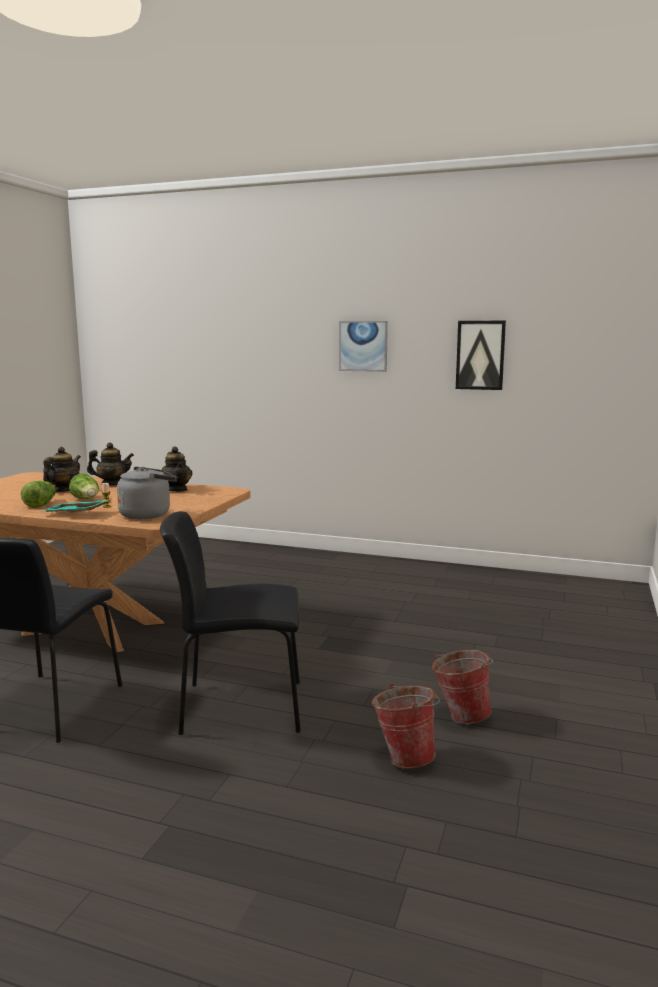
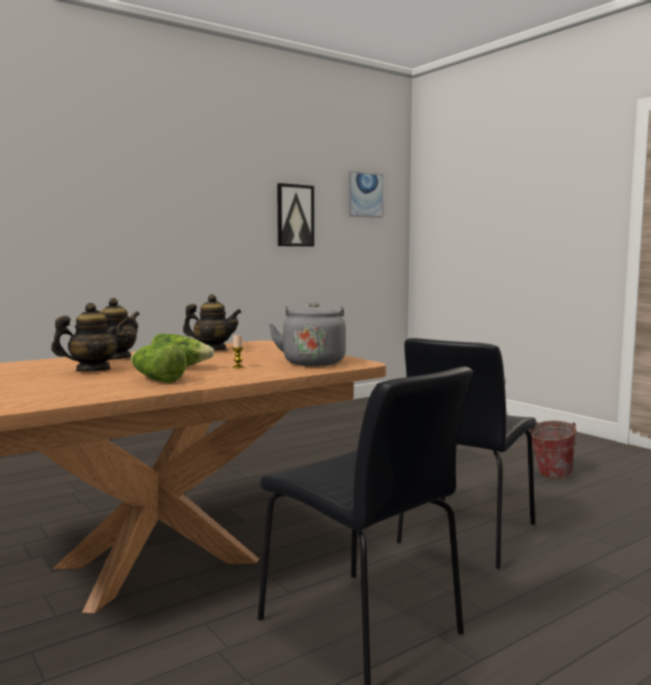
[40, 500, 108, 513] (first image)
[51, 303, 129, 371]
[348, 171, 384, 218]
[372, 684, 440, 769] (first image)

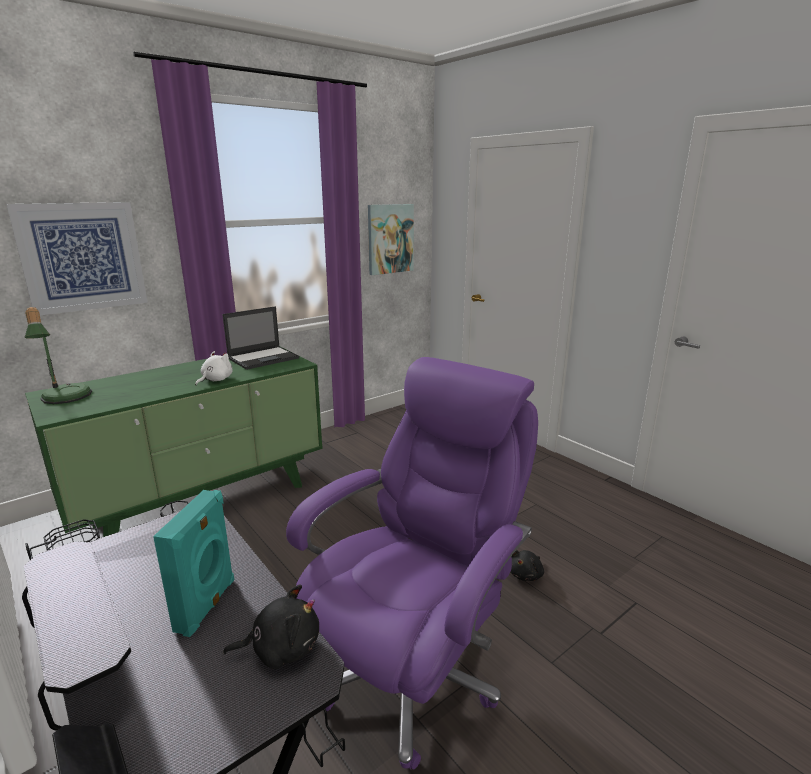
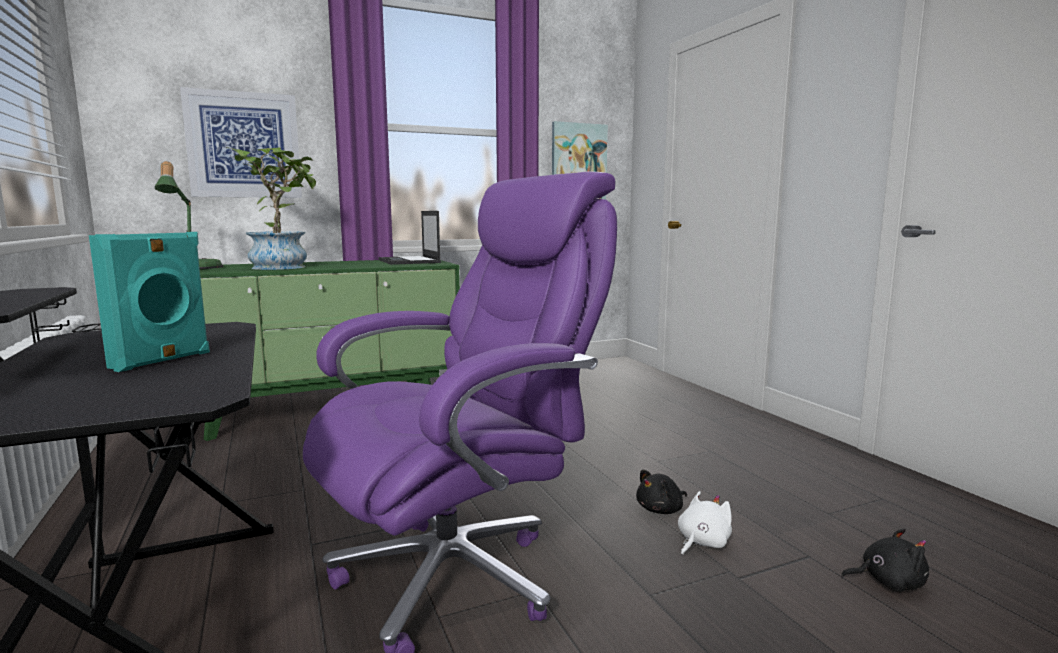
[678, 491, 732, 556]
[378, 211, 441, 265]
[841, 529, 929, 592]
[226, 147, 316, 270]

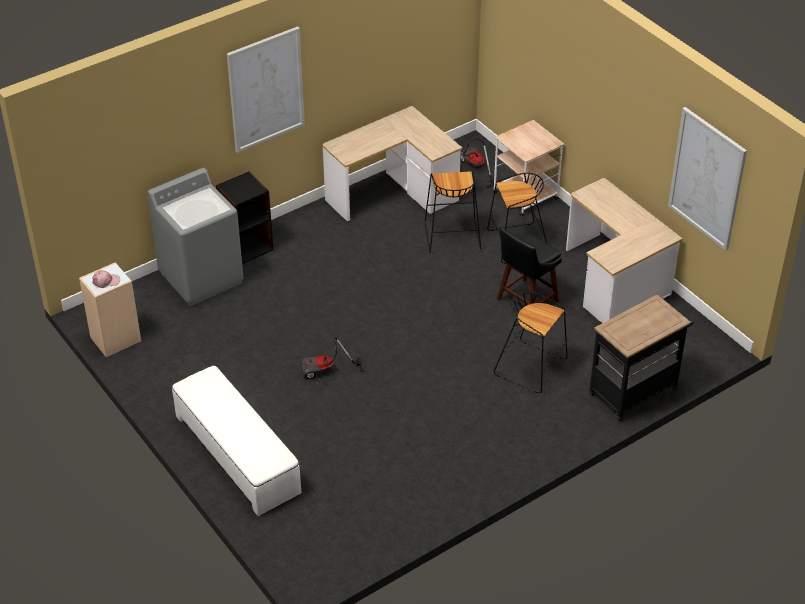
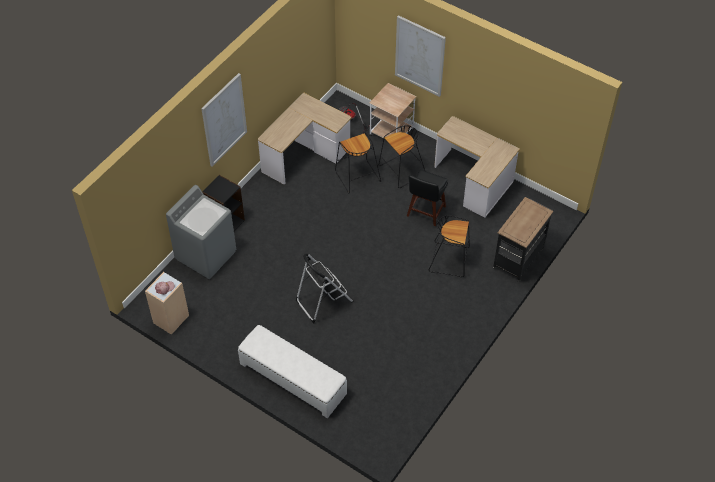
[296, 254, 353, 323]
[395, 15, 446, 97]

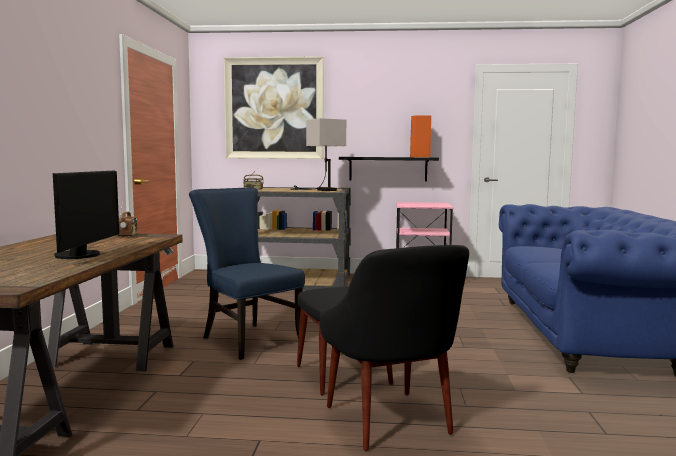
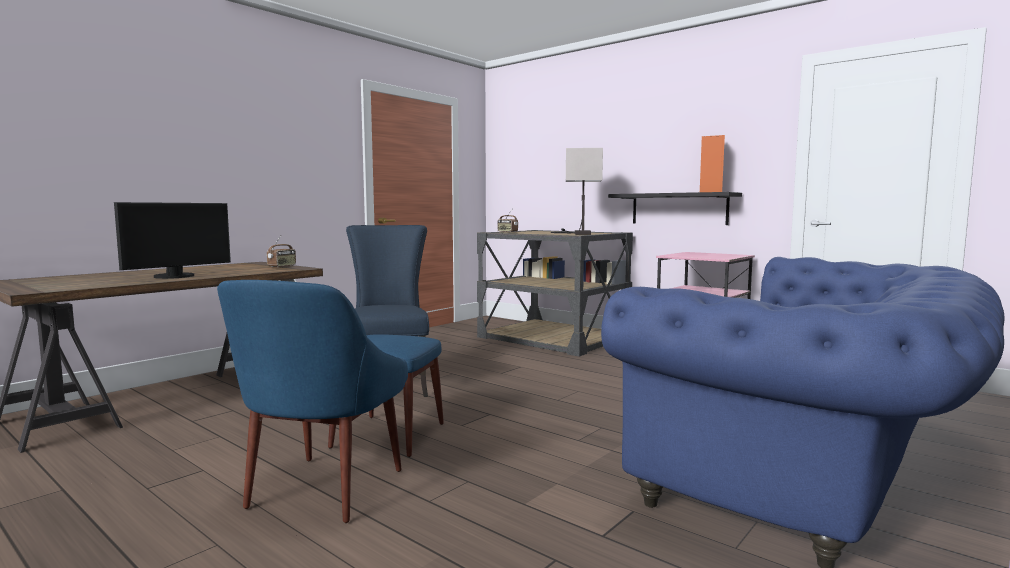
[224, 56, 324, 159] (first image)
[217, 280, 444, 523]

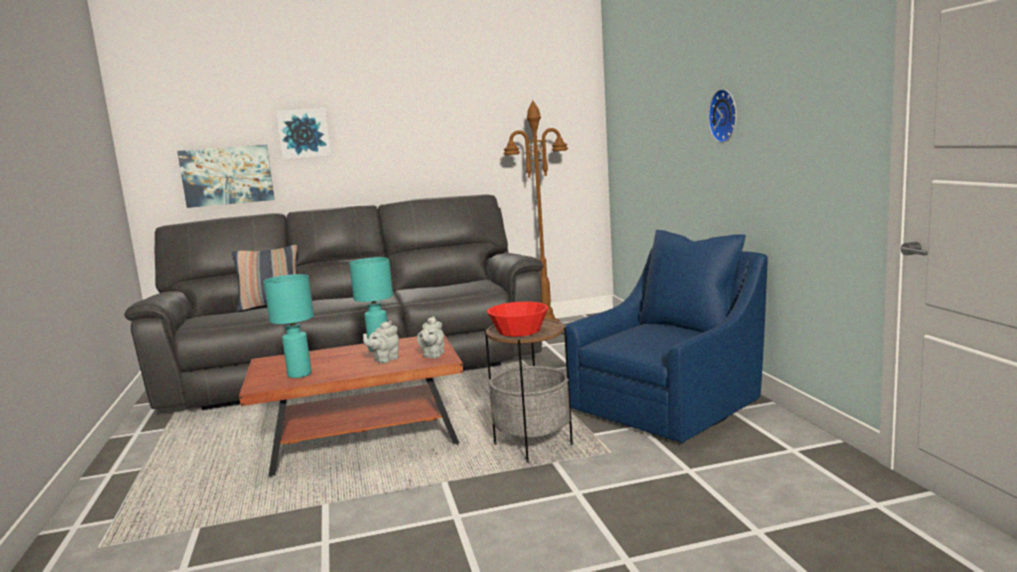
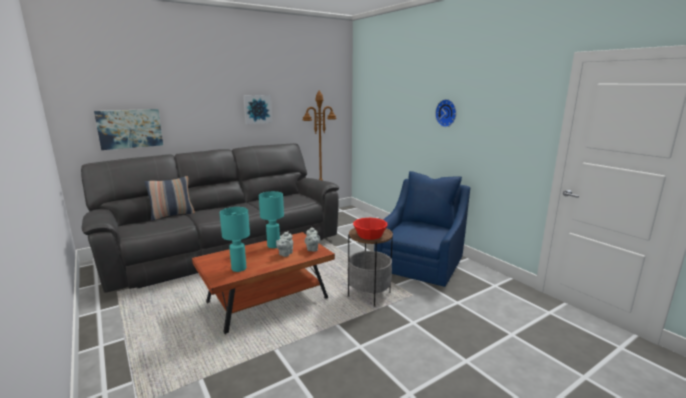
[243, 95, 272, 124]

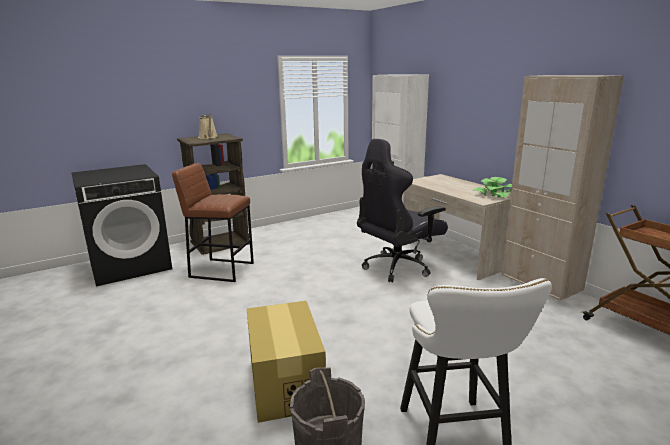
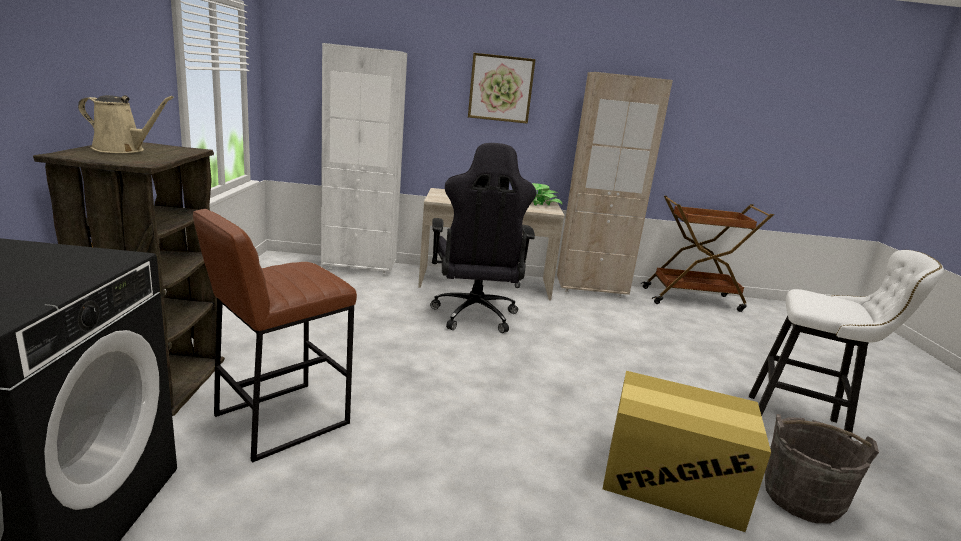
[468, 53, 536, 124]

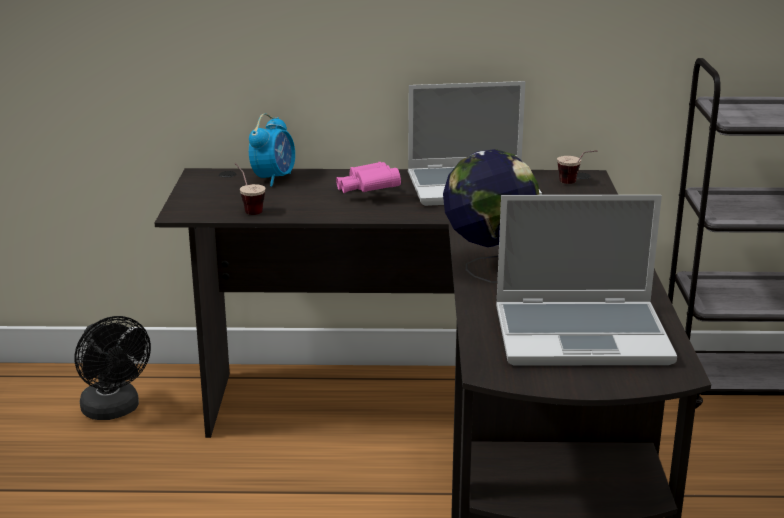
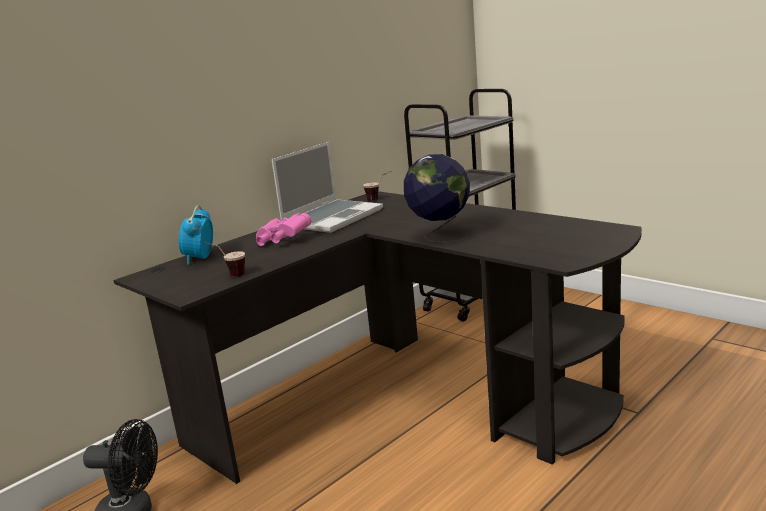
[179, 205, 213, 265]
[496, 195, 677, 366] (first image)

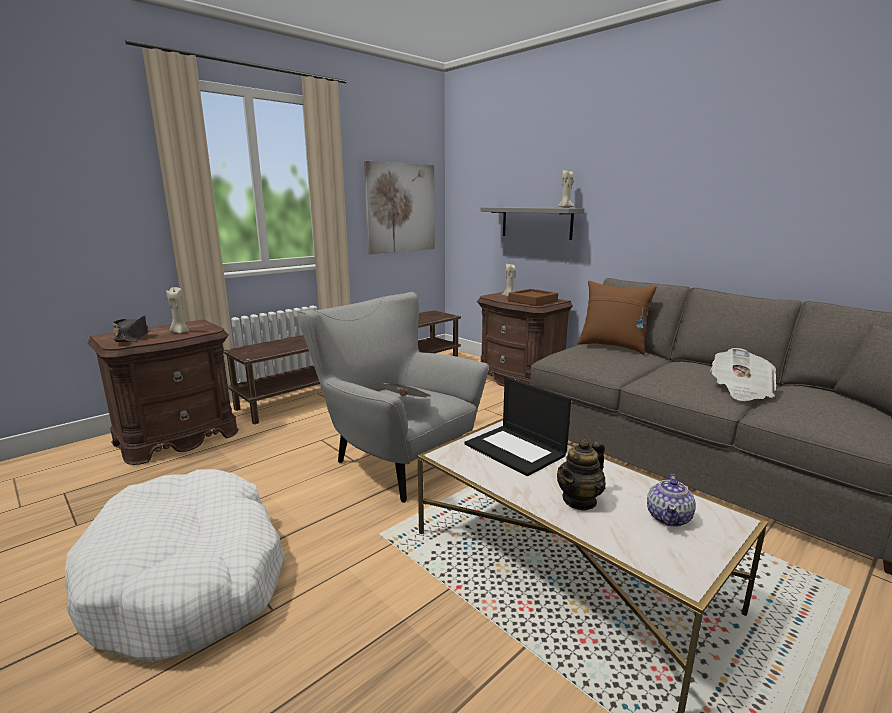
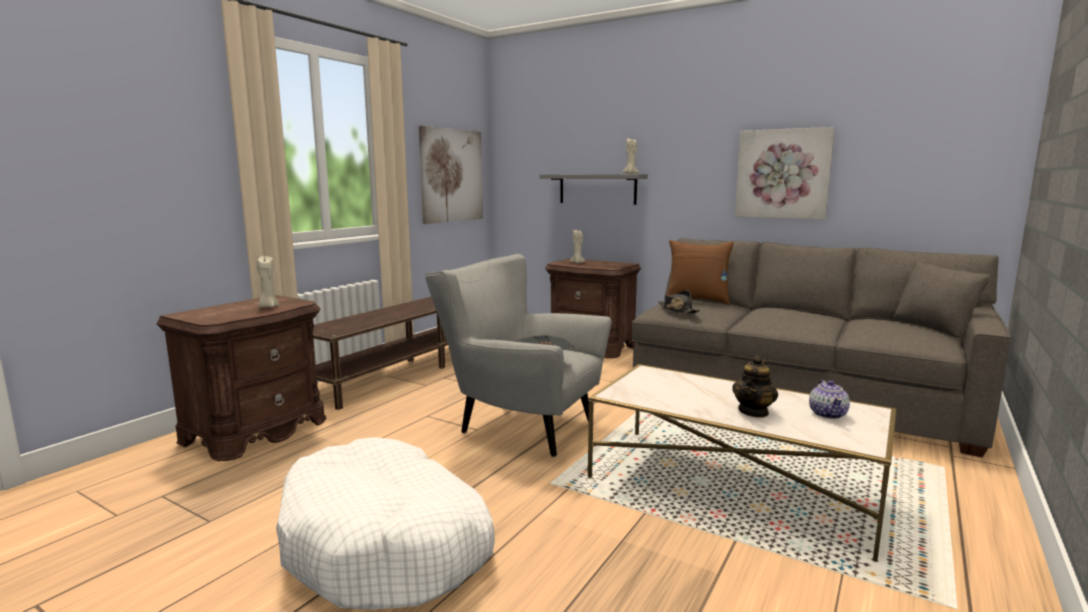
[658, 290, 700, 314]
[465, 377, 571, 476] (first image)
[508, 289, 558, 306] (first image)
[710, 348, 776, 401] (first image)
[735, 127, 835, 220]

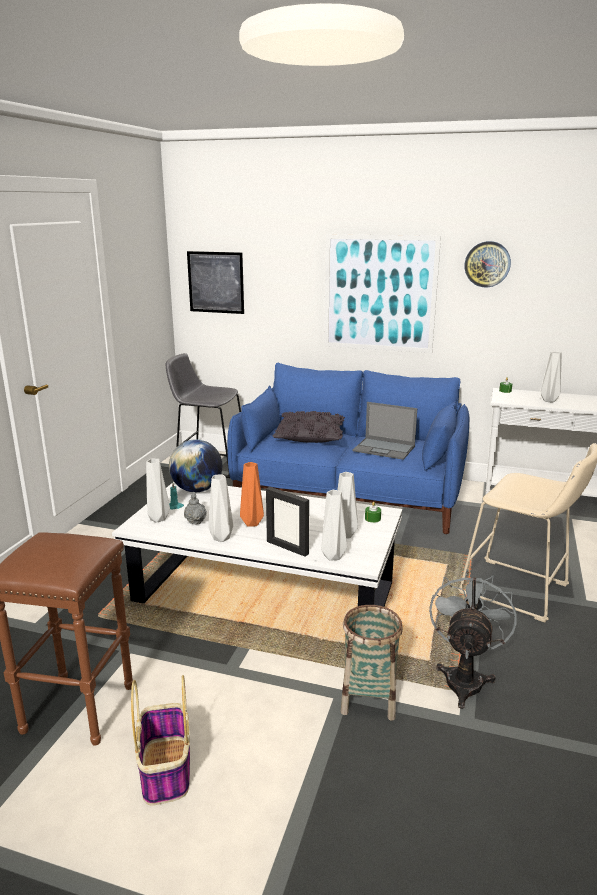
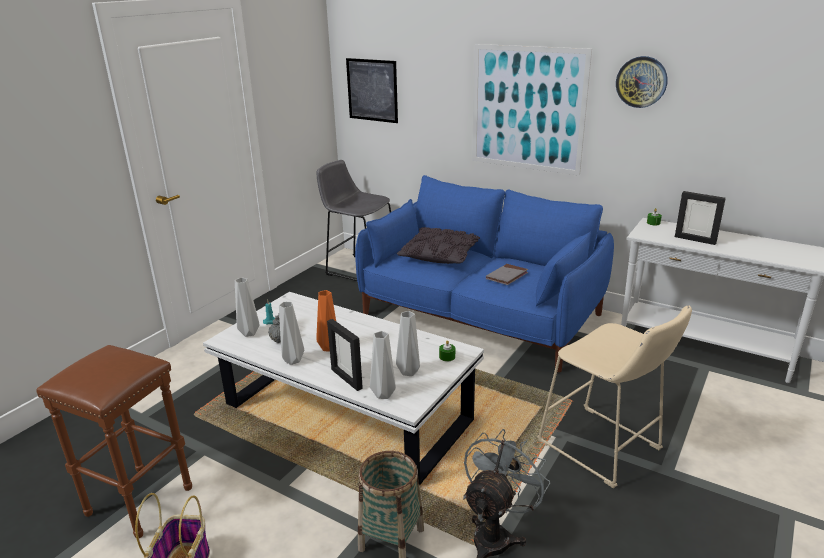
[169, 439, 222, 492] (first image)
[486, 264, 528, 285]
[675, 191, 726, 245]

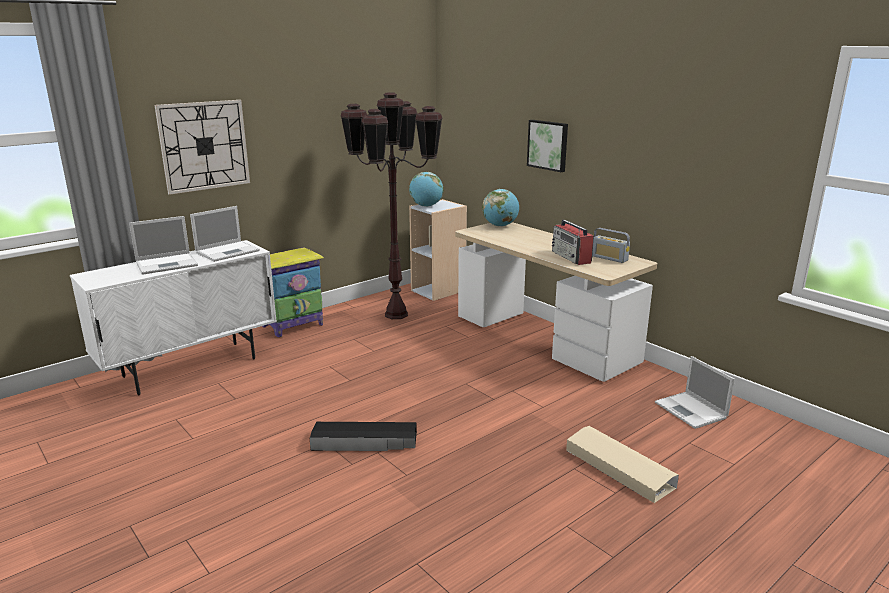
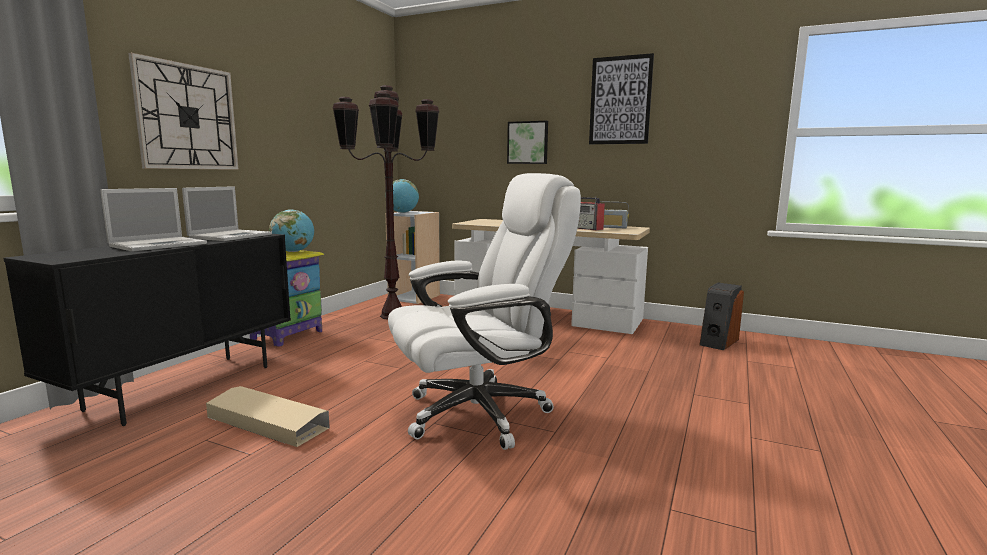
[3, 234, 291, 426]
[388, 173, 581, 450]
[269, 209, 314, 252]
[206, 386, 330, 447]
[700, 283, 744, 350]
[589, 53, 654, 144]

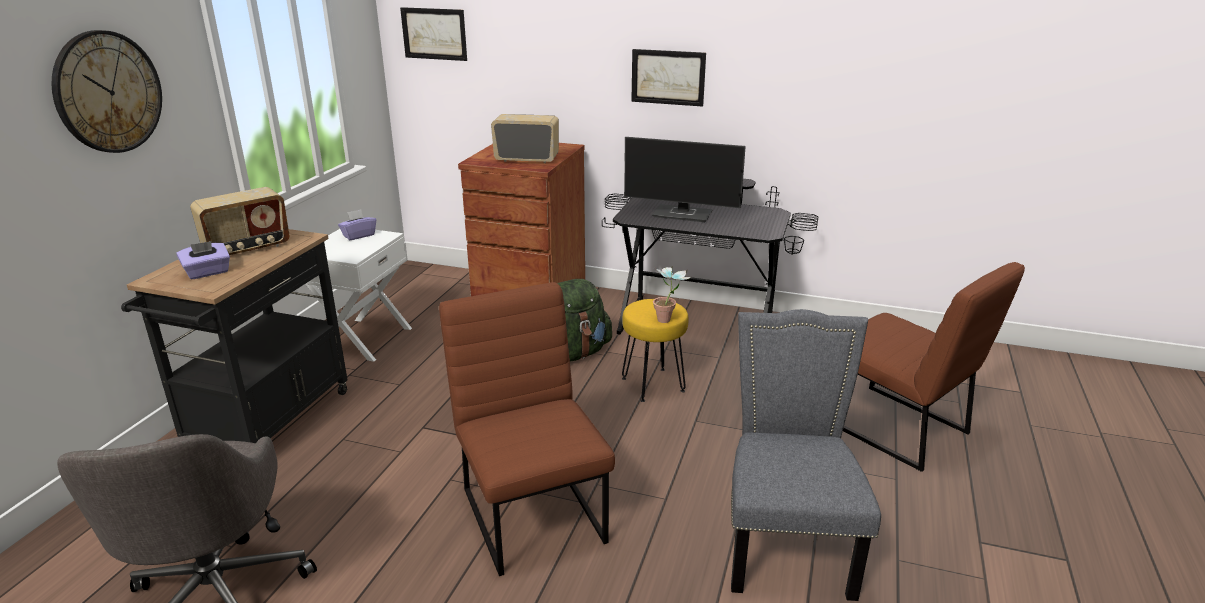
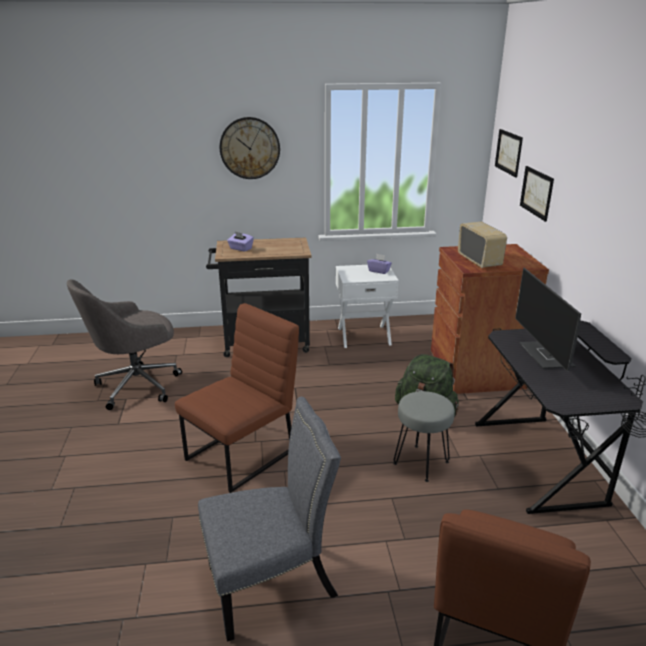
[190, 187, 290, 255] (first image)
[394, 391, 455, 482]
[520, 166, 554, 222]
[653, 266, 691, 323] (first image)

